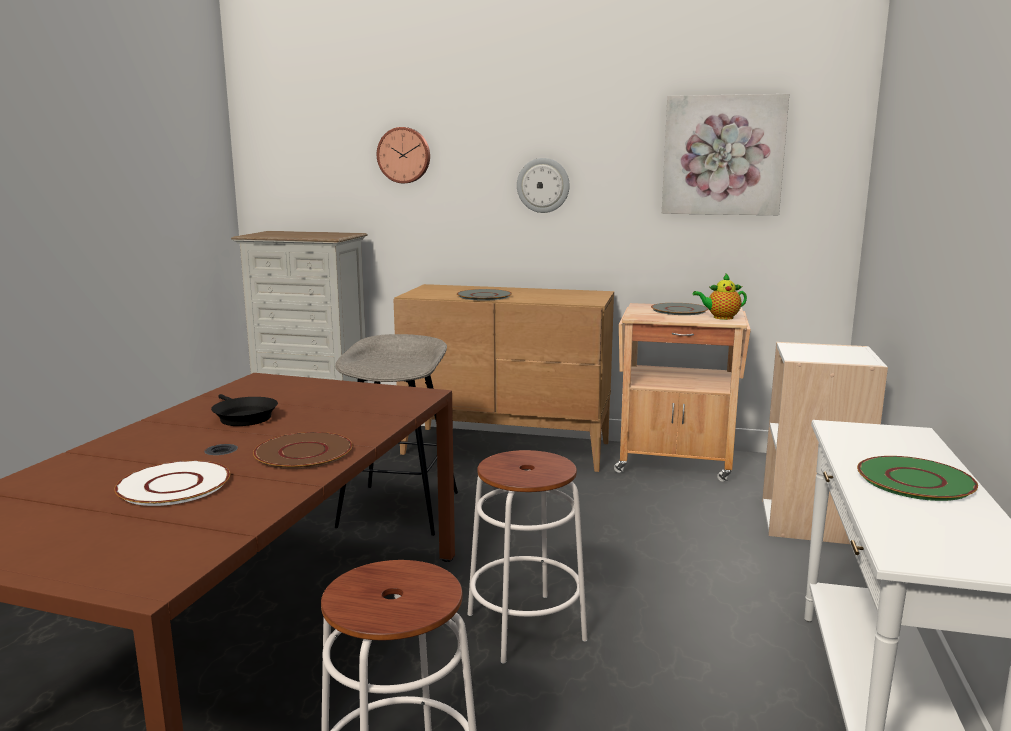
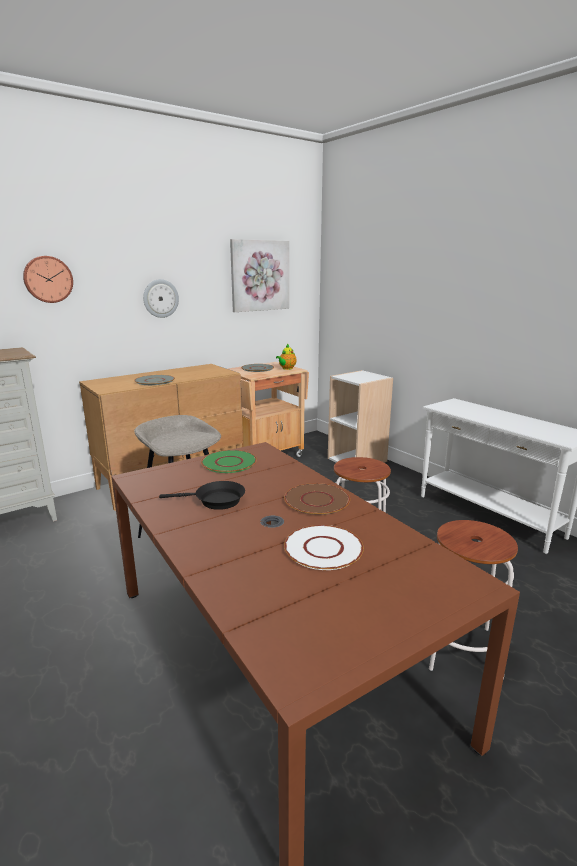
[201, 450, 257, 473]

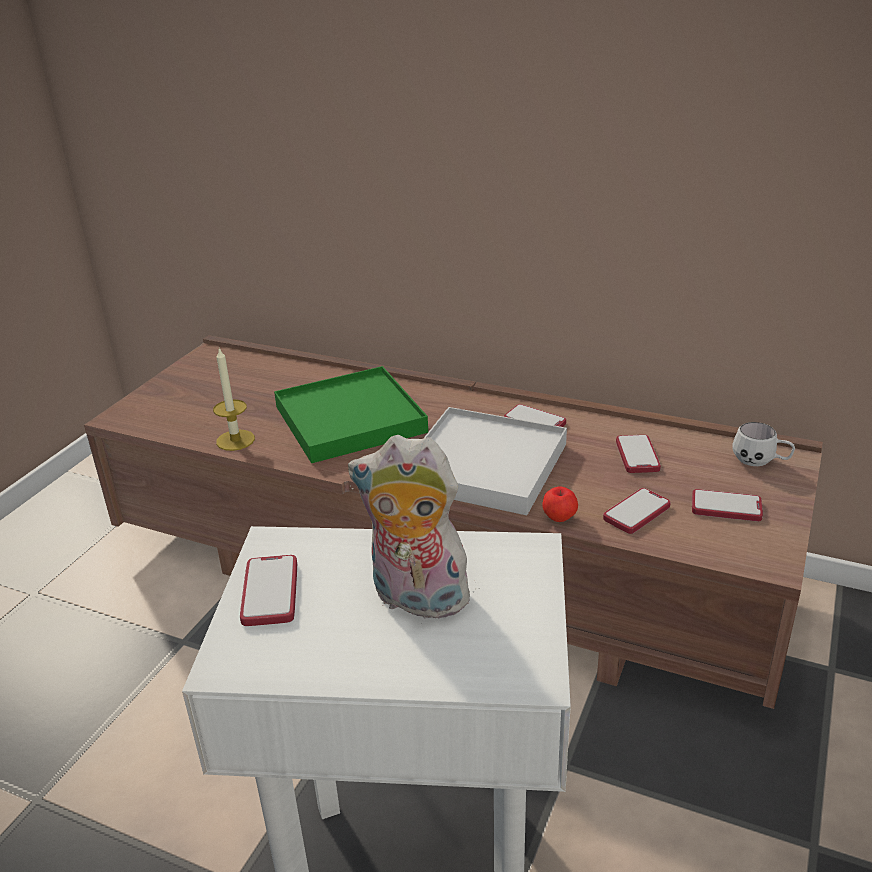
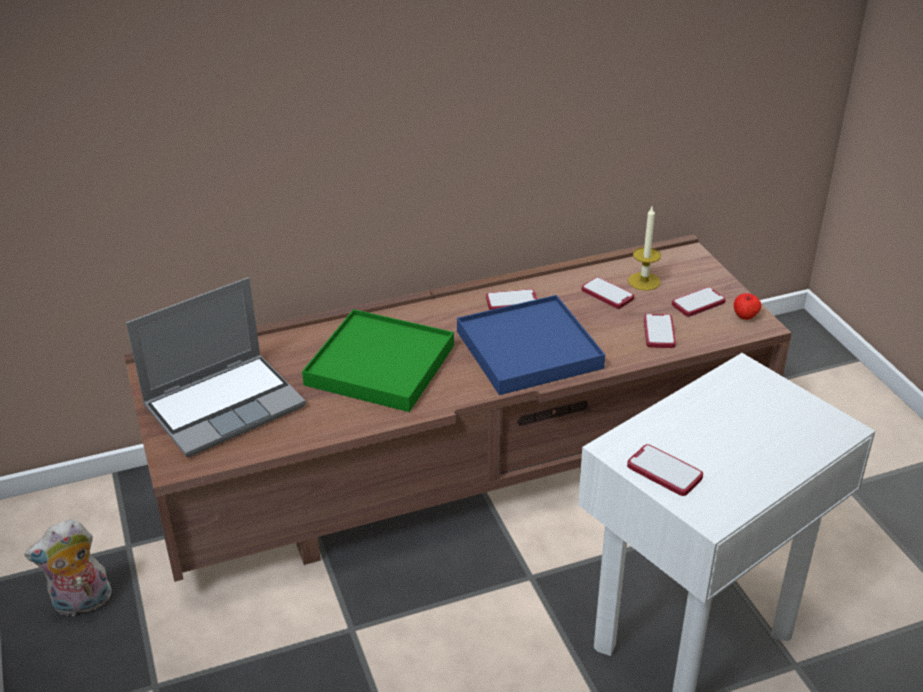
[628, 207, 661, 291]
[25, 519, 112, 616]
[457, 295, 605, 395]
[733, 293, 762, 320]
[732, 422, 795, 466] (first image)
[126, 277, 306, 457]

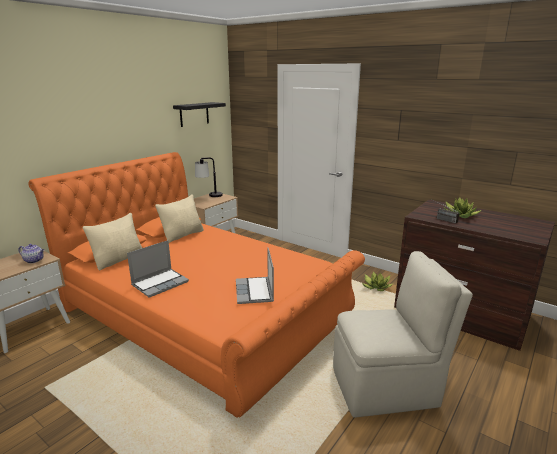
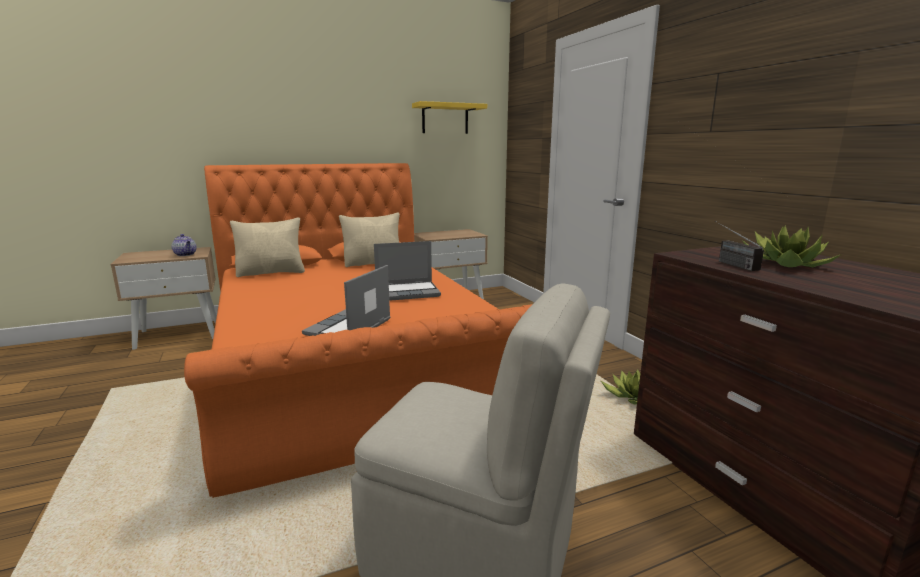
[374, 241, 441, 301]
[412, 101, 487, 134]
[195, 158, 223, 197] (first image)

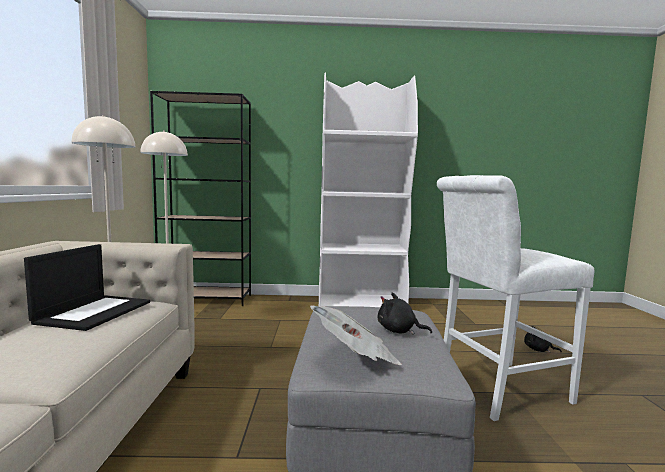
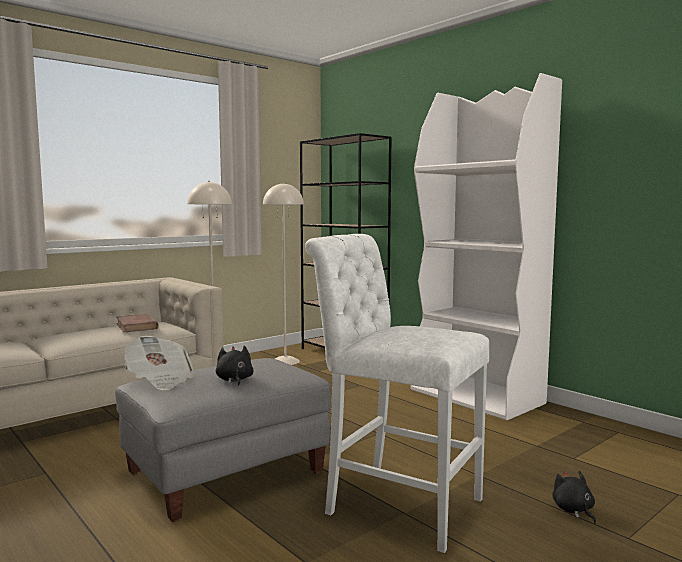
[116, 314, 159, 332]

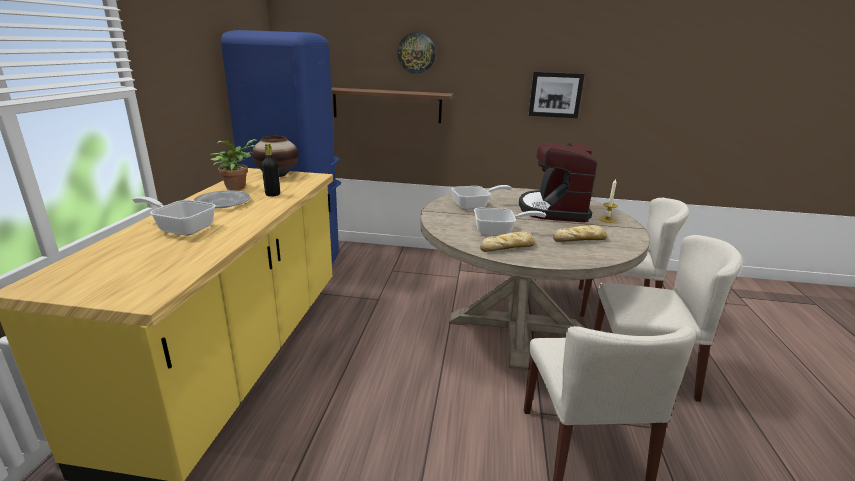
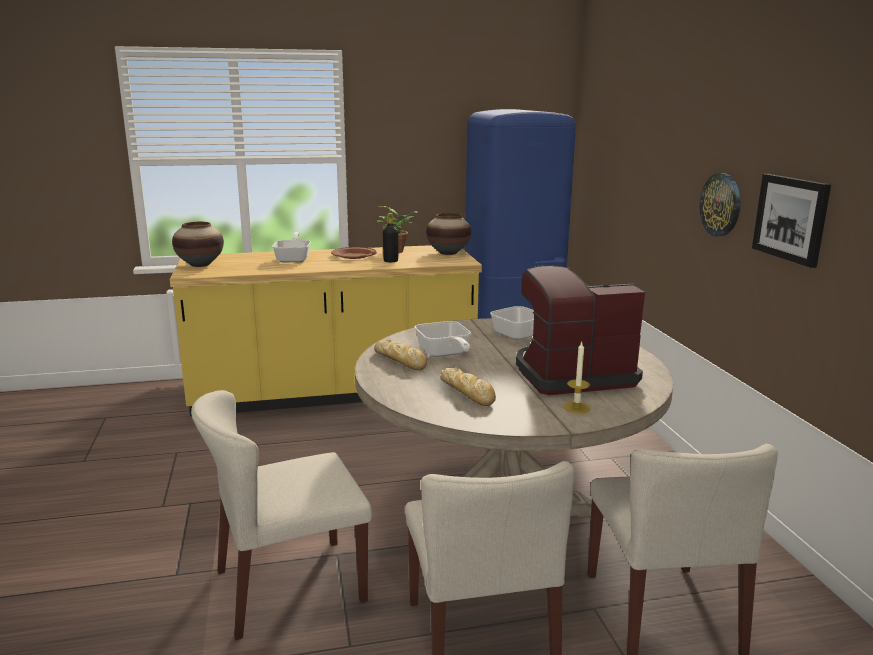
[331, 247, 377, 259]
[331, 87, 453, 123] (first image)
[699, 173, 741, 236]
[172, 222, 224, 267]

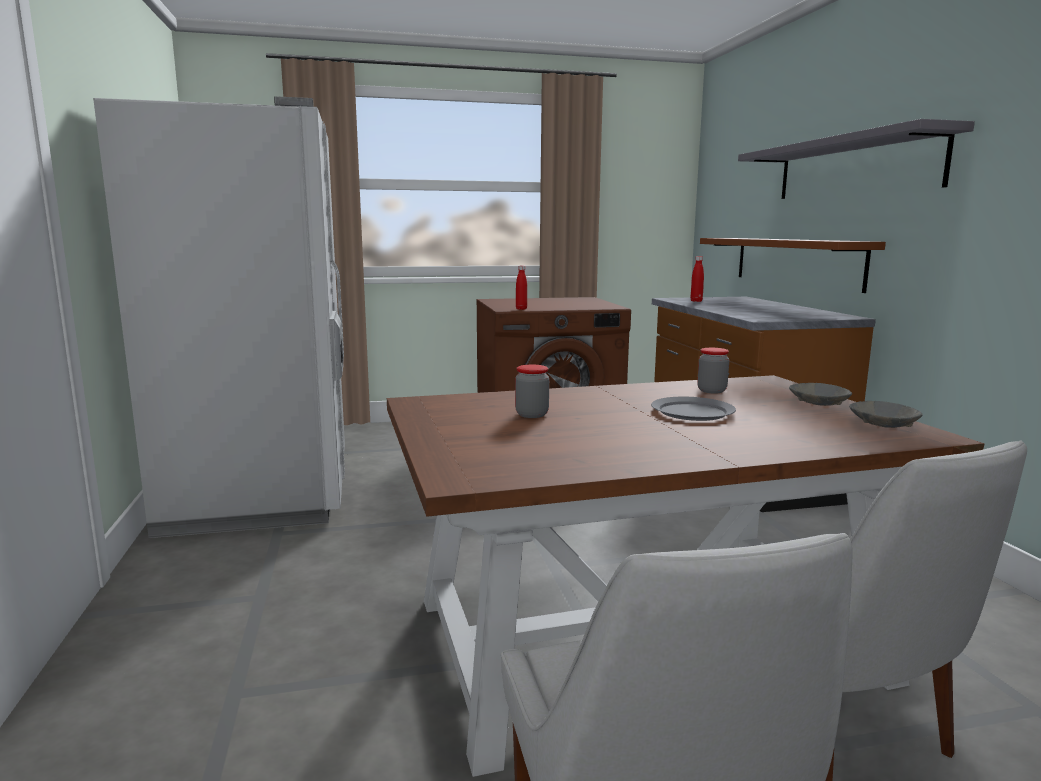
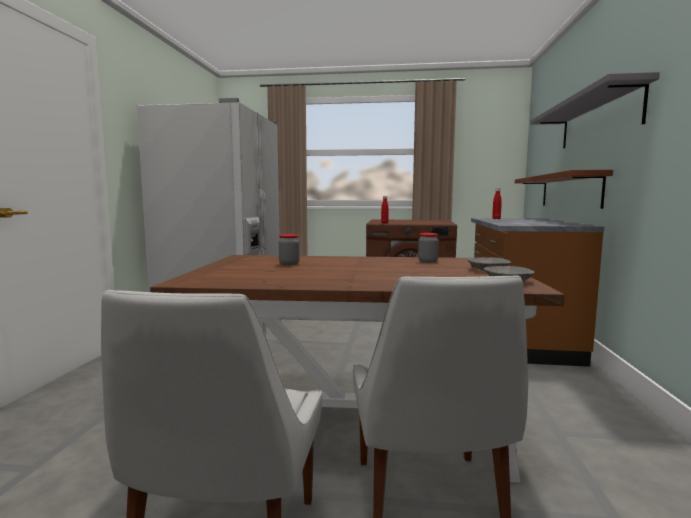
[651, 397, 736, 421] (first image)

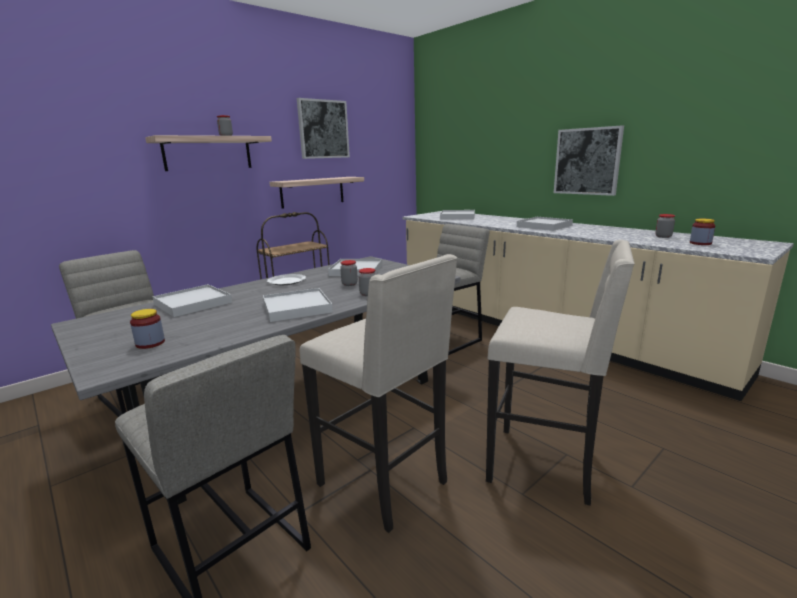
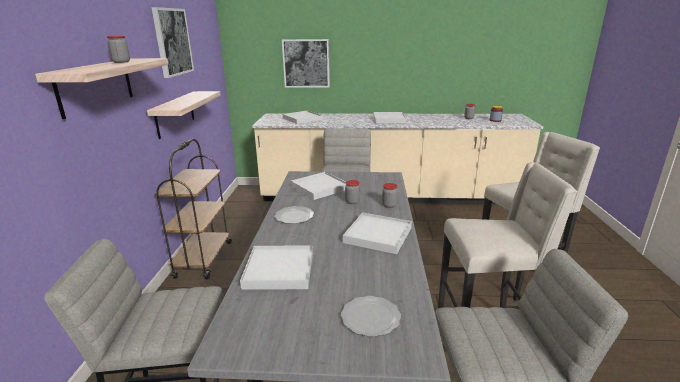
[341, 296, 401, 337]
[282, 39, 330, 88]

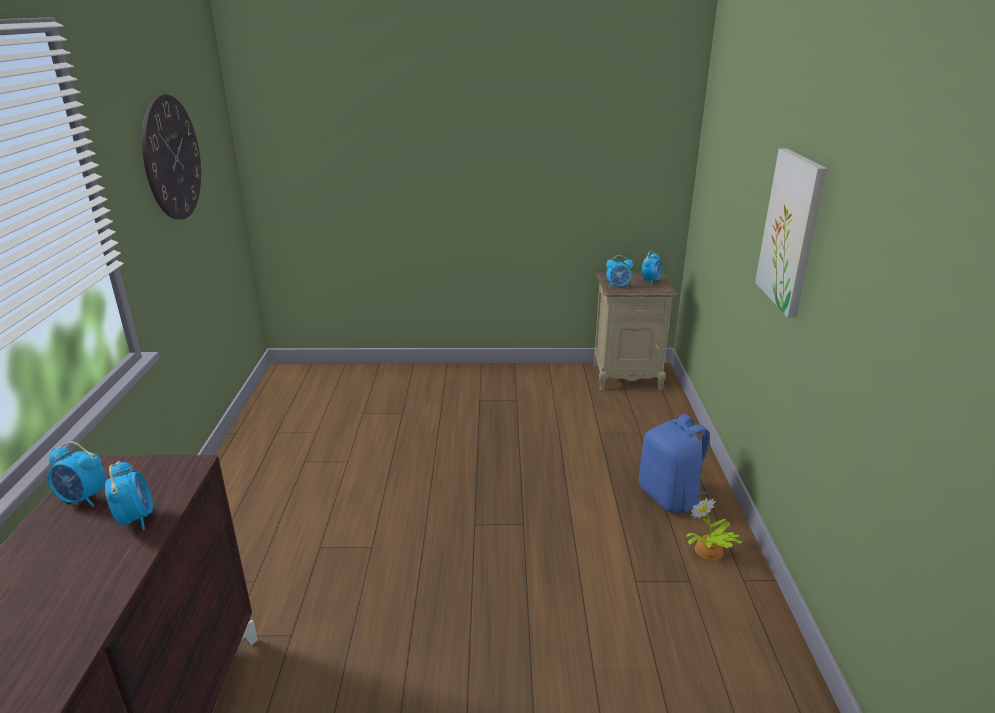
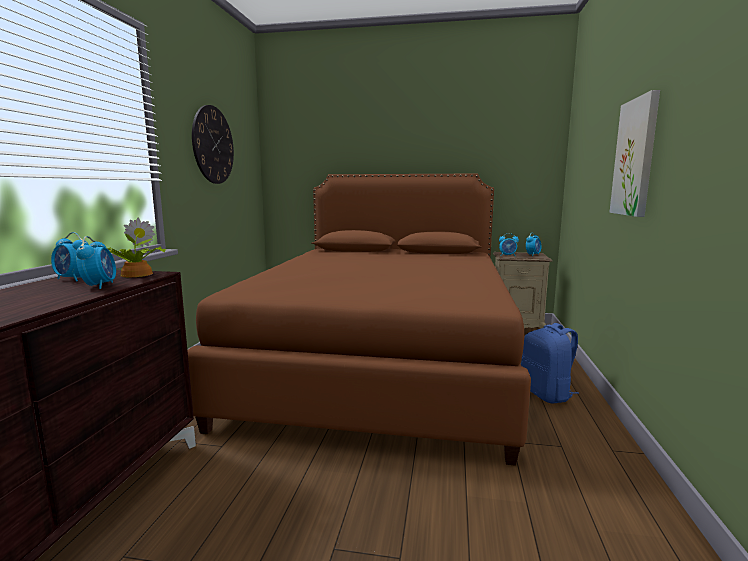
[107, 218, 166, 277]
[187, 173, 531, 466]

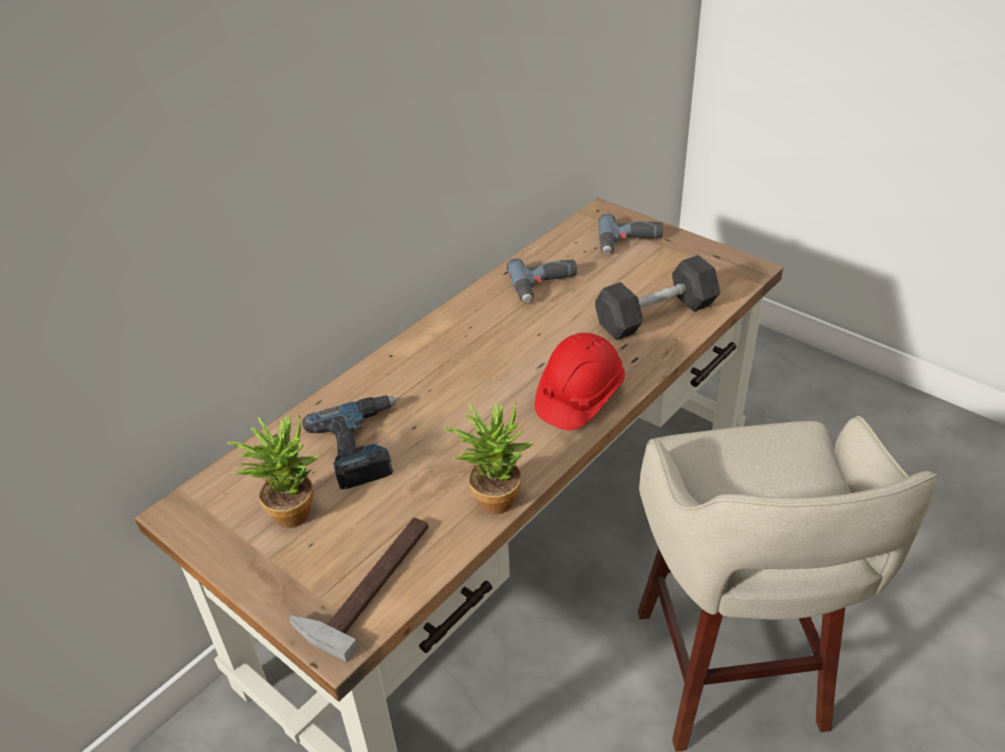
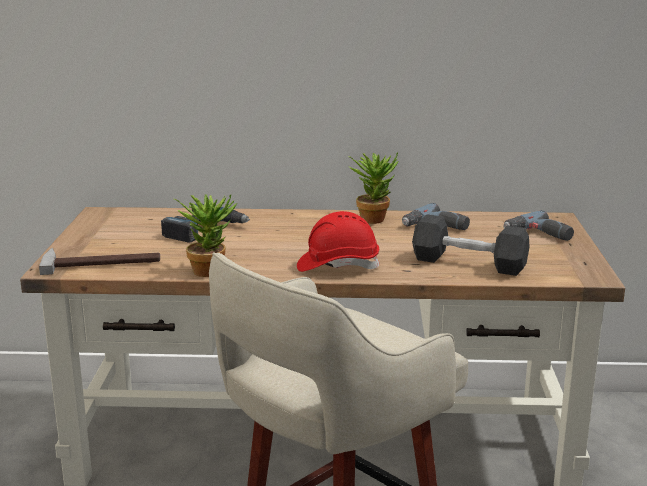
[348, 153, 398, 224]

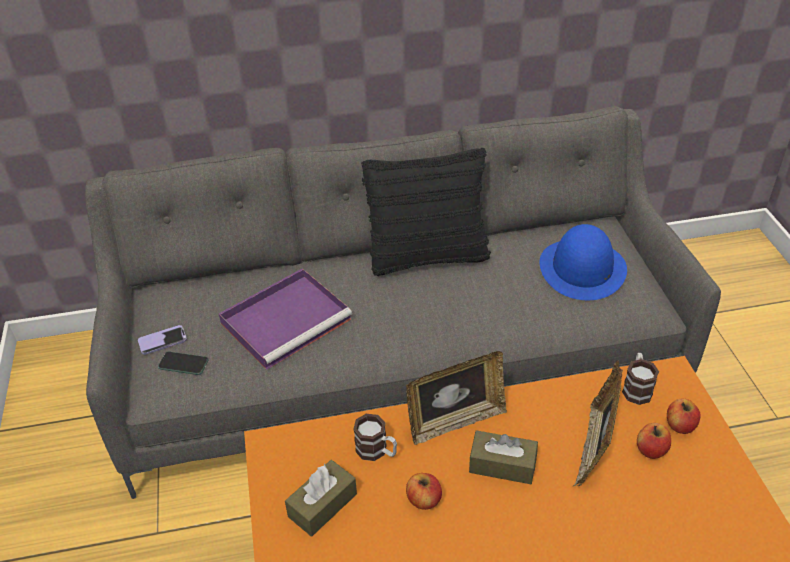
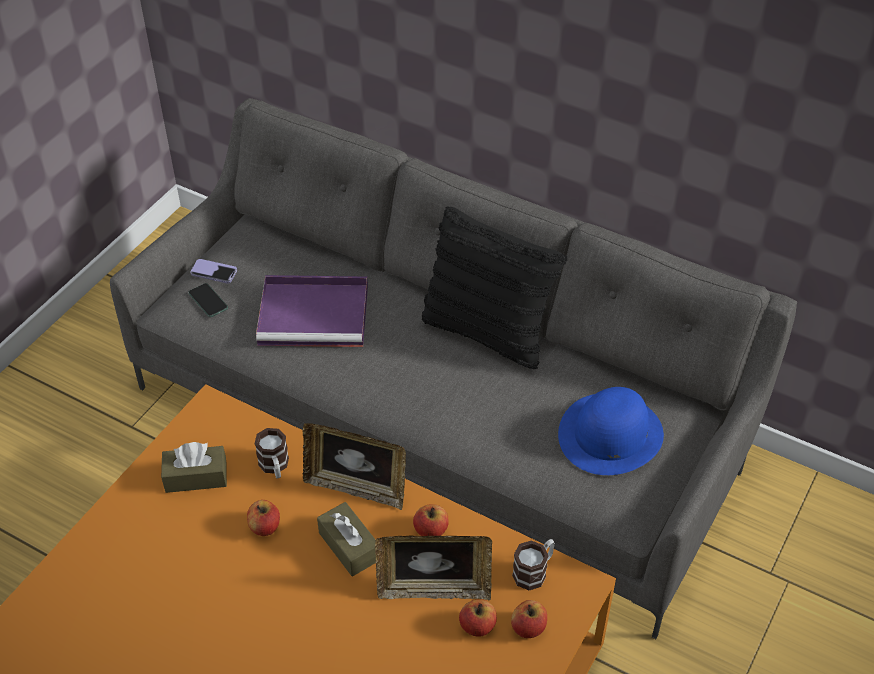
[375, 535, 492, 600]
[413, 504, 449, 536]

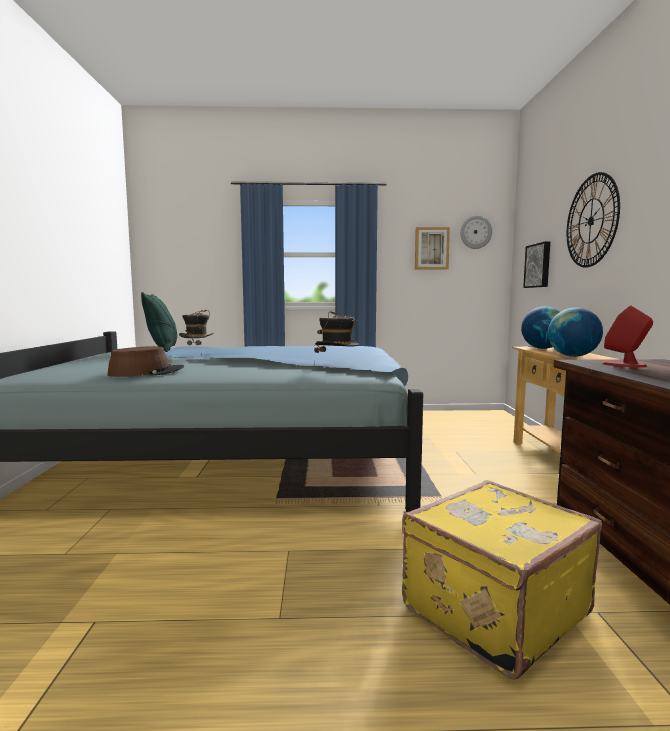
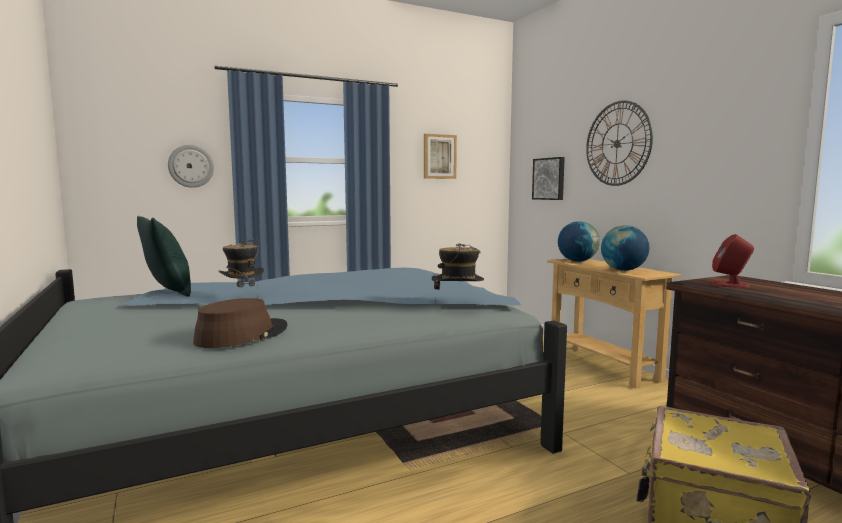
[168, 145, 214, 188]

